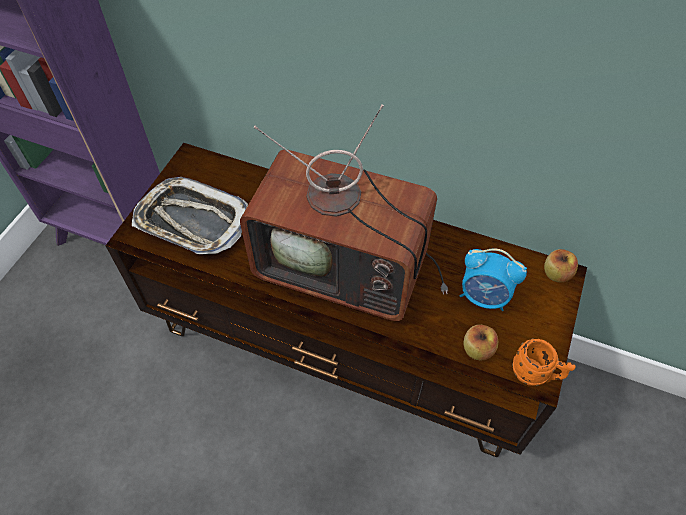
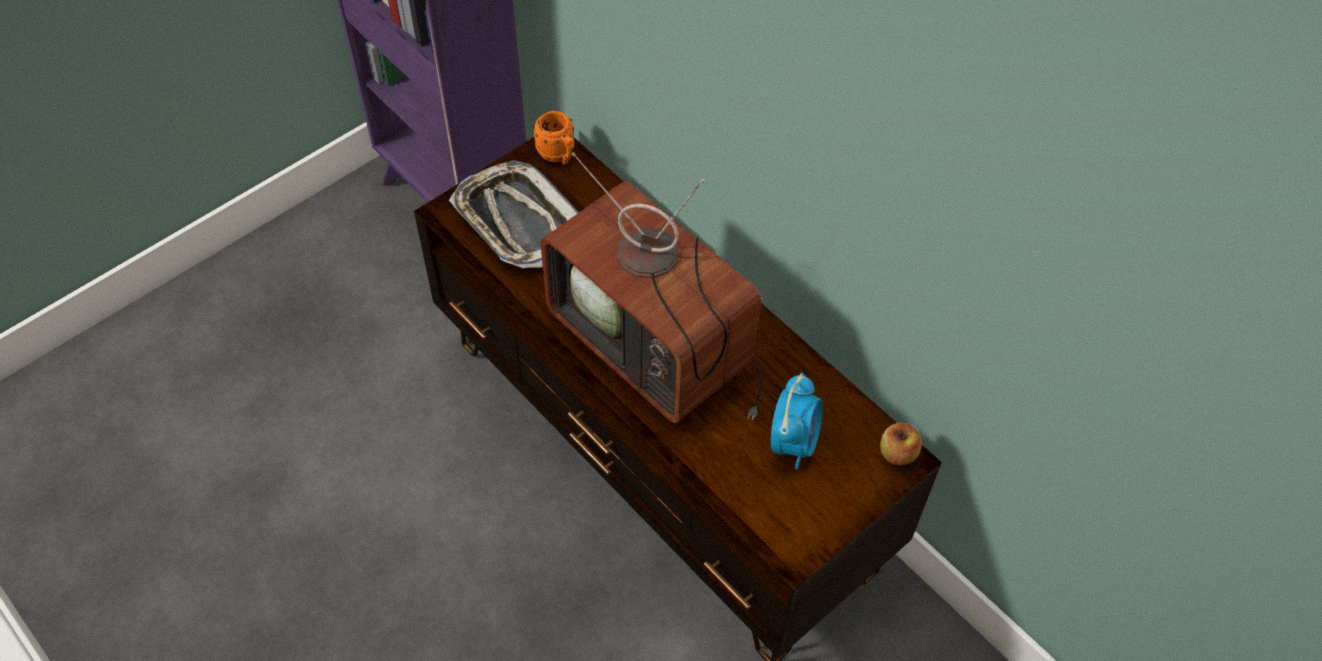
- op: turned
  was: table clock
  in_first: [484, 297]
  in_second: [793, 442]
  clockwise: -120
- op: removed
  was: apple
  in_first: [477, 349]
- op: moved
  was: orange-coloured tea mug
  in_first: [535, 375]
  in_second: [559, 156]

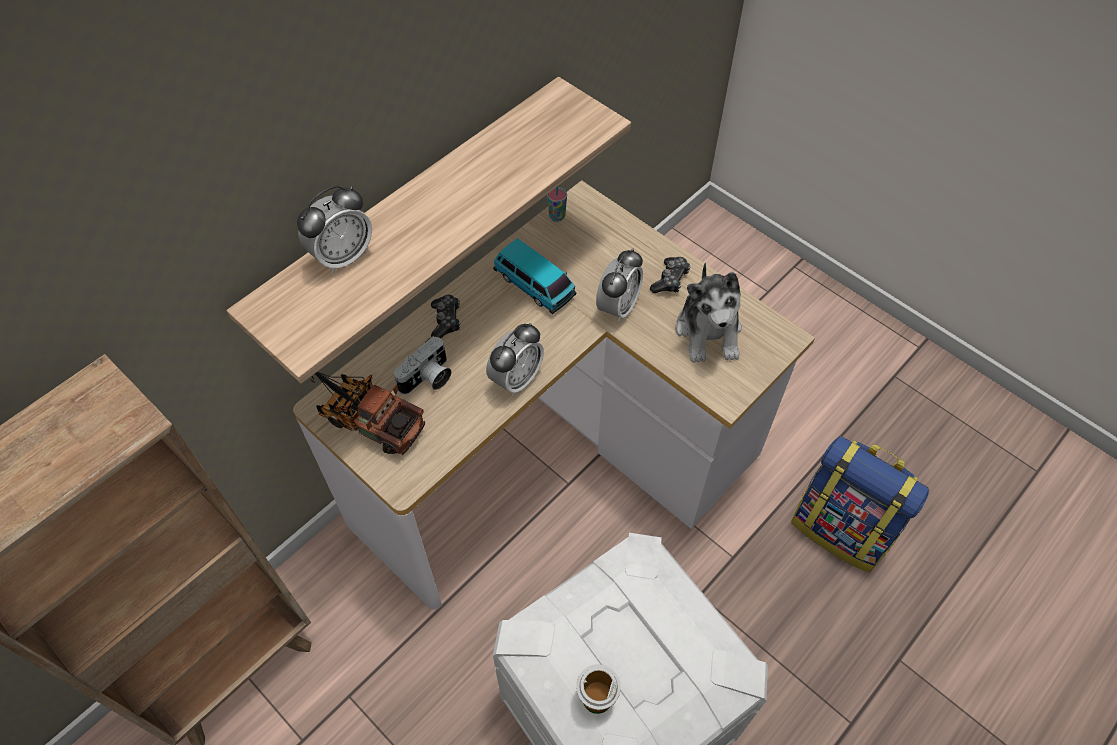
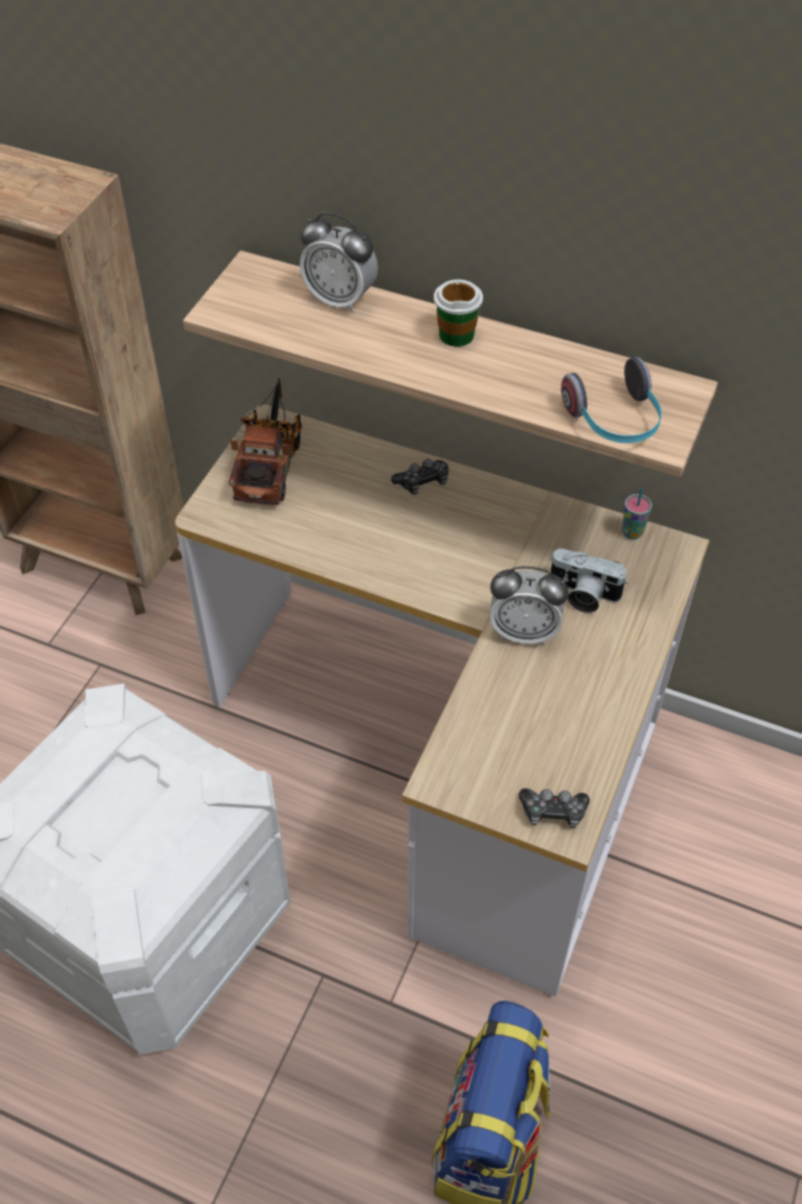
- op: moved
  was: still camera
  in_first: [428, 379]
  in_second: [582, 594]
- op: removed
  was: table clock
  in_first: [516, 379]
- op: removed
  was: model car
  in_first: [534, 285]
- op: moved
  was: cup
  in_first: [597, 697]
  in_second: [456, 335]
- op: moved
  was: joypad
  in_first: [670, 280]
  in_second: [553, 812]
- op: removed
  was: soft toy
  in_first: [709, 331]
- op: added
  now: headset
  in_second: [614, 421]

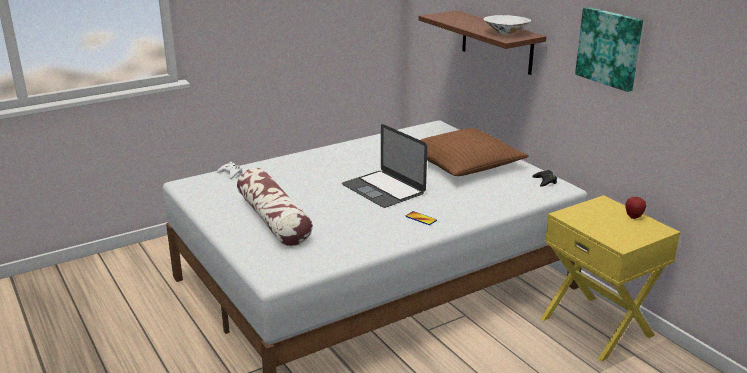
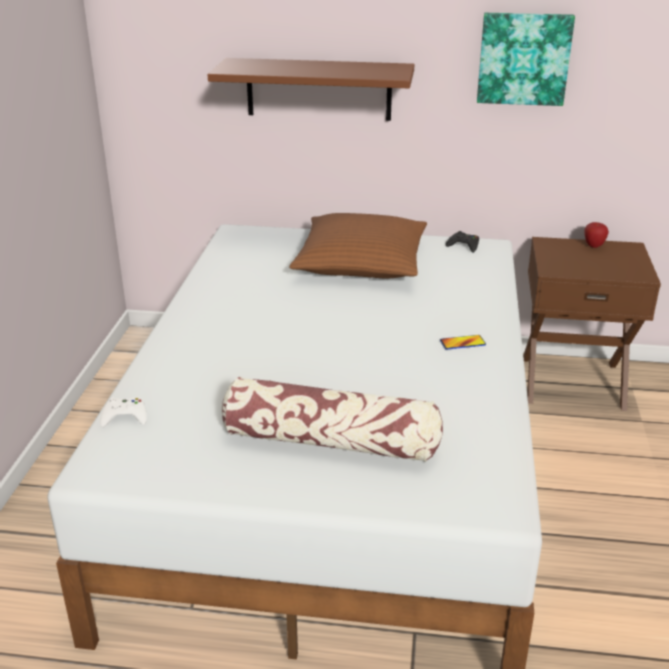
- op: removed
  was: laptop
  in_first: [383, 189]
- op: removed
  was: whitish bowl
  in_first: [506, 32]
- op: recoloured
  was: yellowish nightstand
  now: brown nightstand
  in_first: [597, 326]
  in_second: [572, 381]

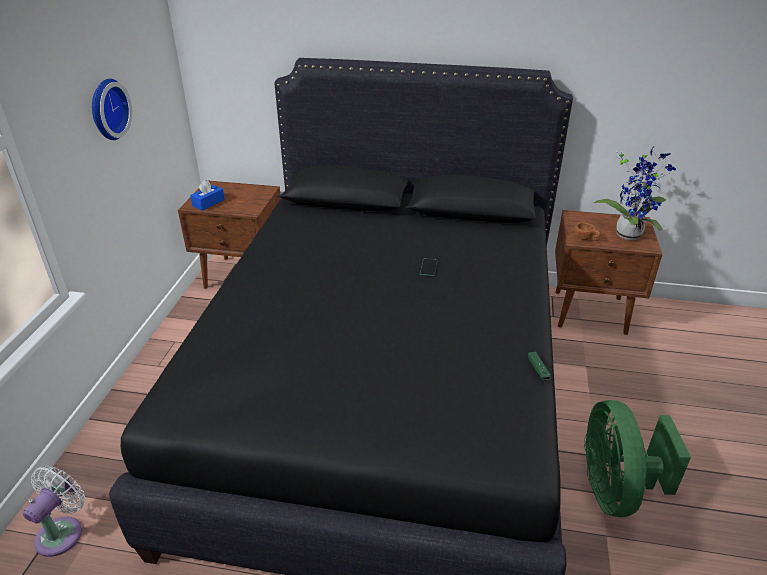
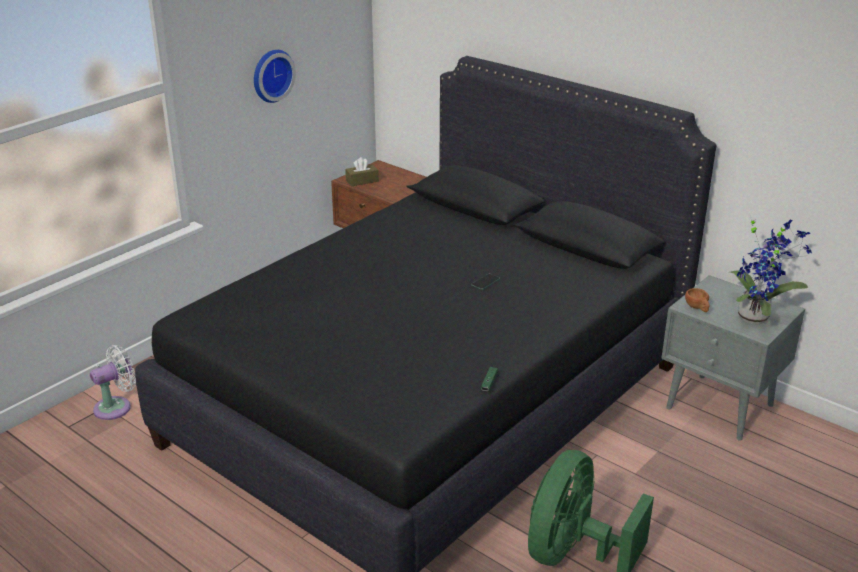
- op: recoloured
  was: blue tissue holder
  now: brown tissue holder
  in_first: [208, 203]
  in_second: [362, 181]
- op: recoloured
  was: brown nightstand
  now: greyish nightstand
  in_first: [591, 312]
  in_second: [720, 407]

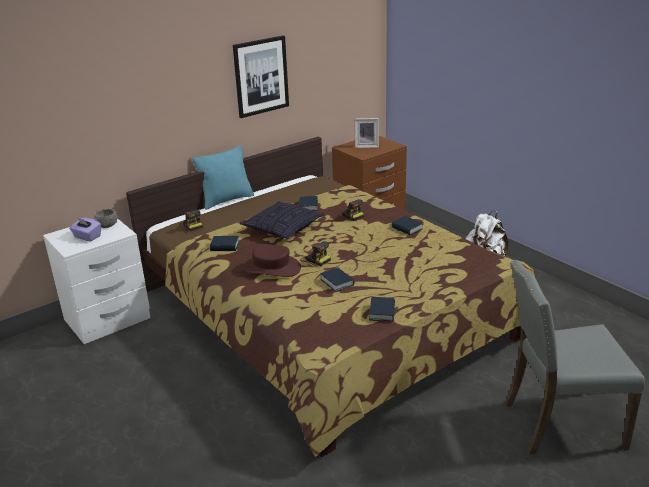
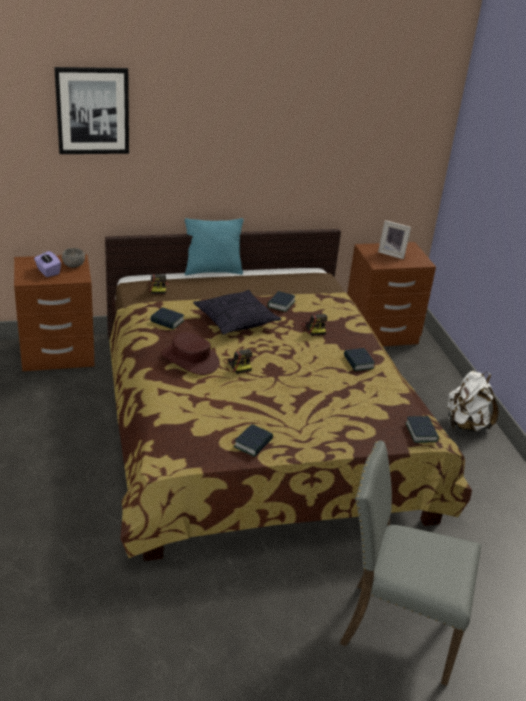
- op: recoloured
  was: whitish nightstand
  now: brown nightstand
  in_first: [108, 319]
  in_second: [57, 354]
- op: moved
  was: wall art
  in_first: [261, 76]
  in_second: [92, 111]
- op: moved
  was: bound book
  in_first: [337, 282]
  in_second: [421, 432]

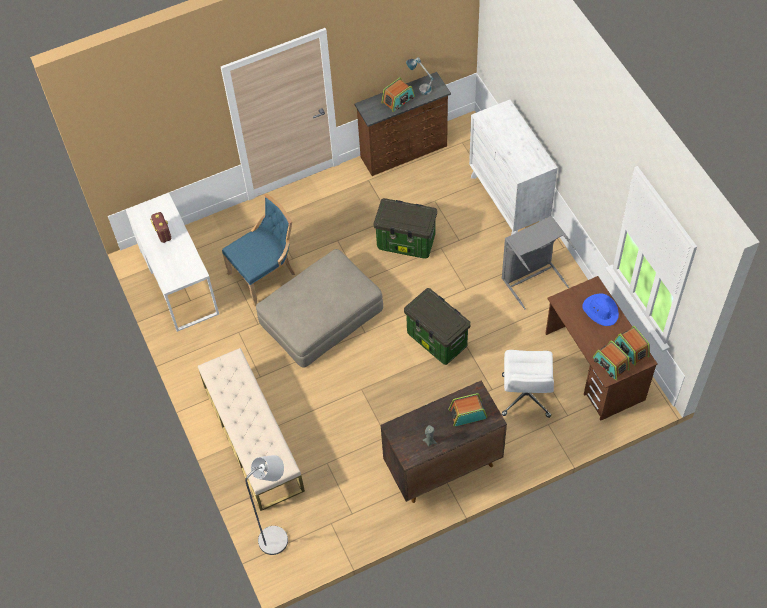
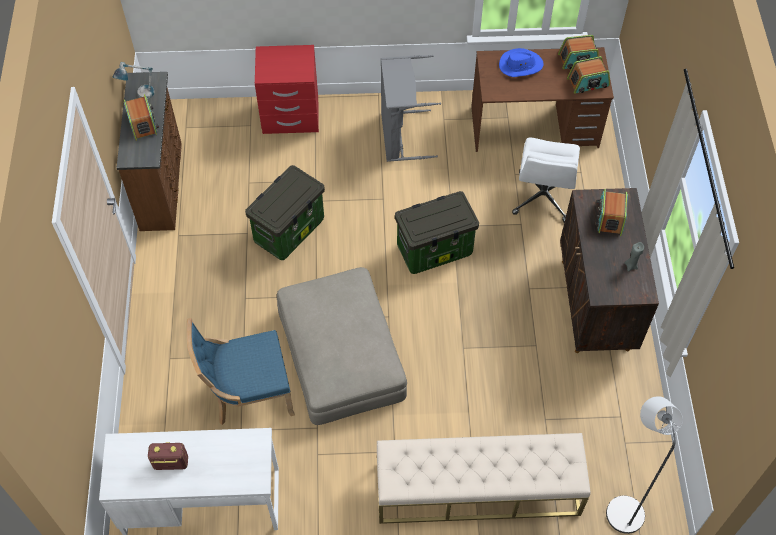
- op: turned
  was: blue upright chair
  in_first: [265, 274]
  in_second: [248, 394]
  clockwise: -90
- op: replaced
  was: whitish dresser
  now: reddish nightstand
  in_first: [508, 200]
  in_second: [290, 117]
- op: turned
  was: whitish computer chair
  in_first: [526, 396]
  in_second: [543, 197]
  clockwise: 75

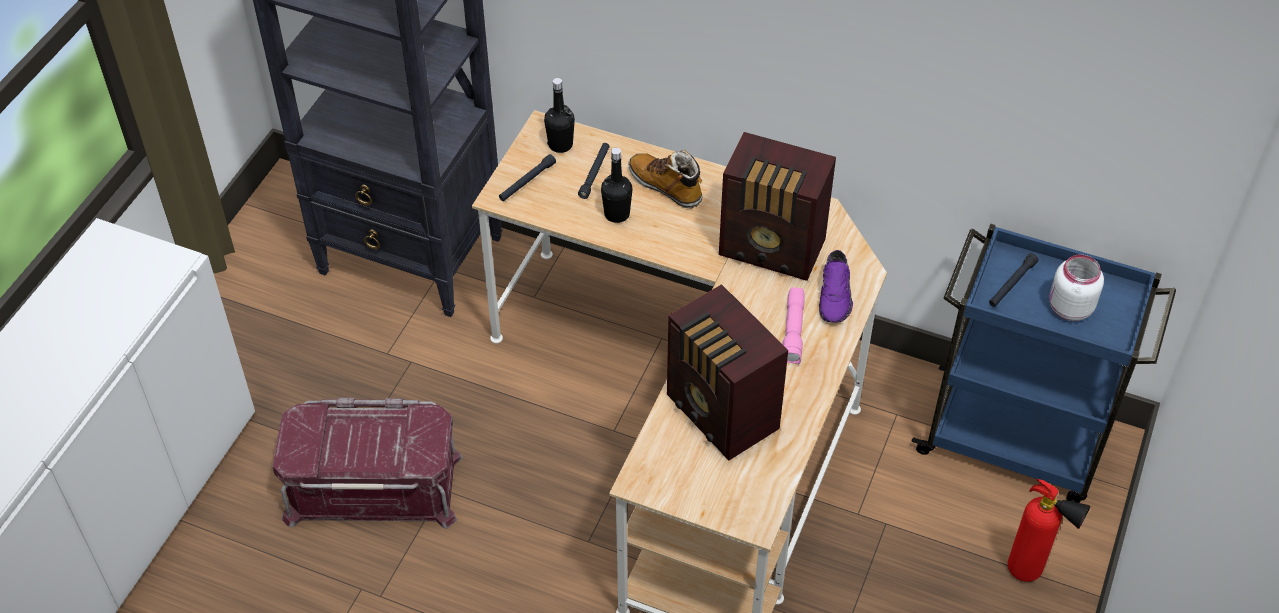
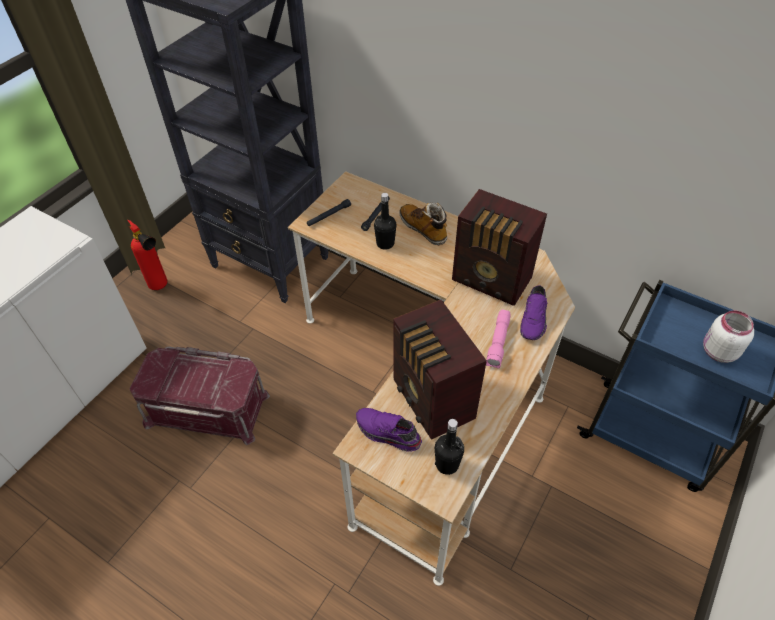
- op: moved
  was: blackish drink bottle
  in_first: [560, 145]
  in_second: [447, 464]
- op: removed
  was: blackish torch
  in_first: [1012, 284]
- op: moved
  was: fire-fighting cylinder
  in_first: [1032, 573]
  in_second: [161, 287]
- op: added
  now: purplish item of footwear
  in_second: [387, 433]

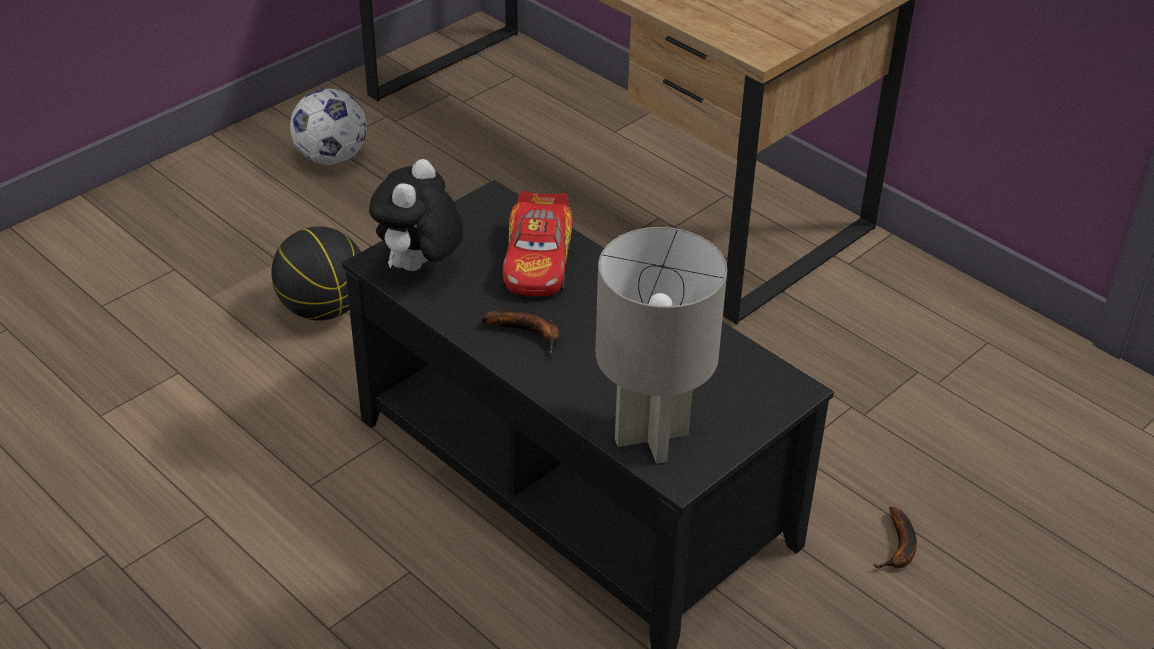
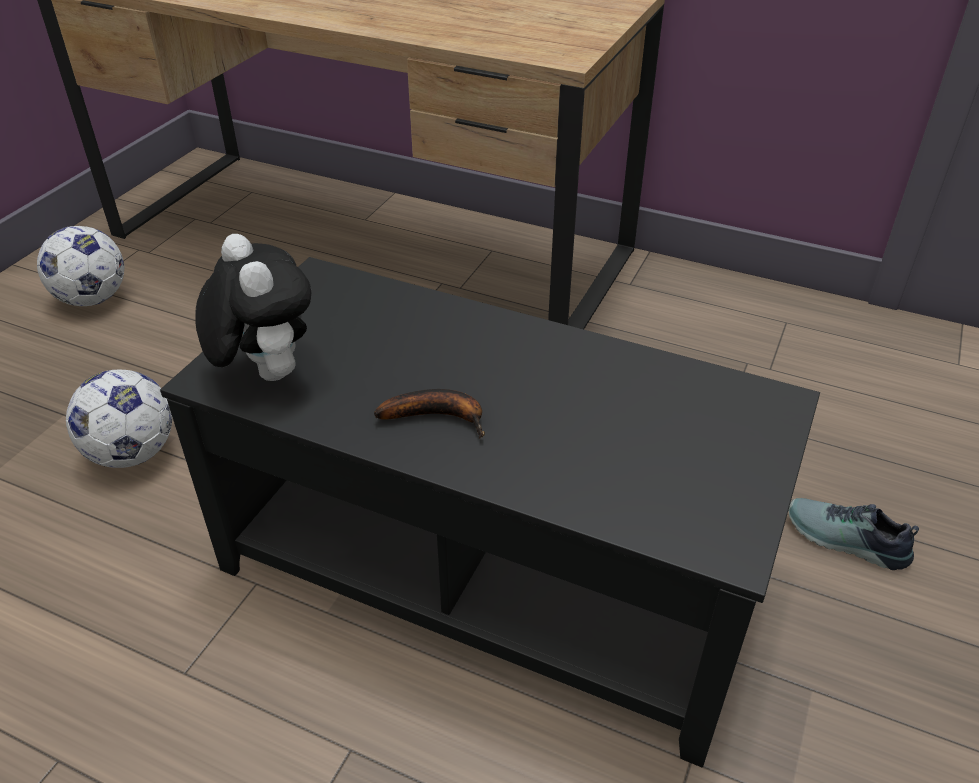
- op: replaced
  was: basketball ball
  now: football
  in_first: [324, 308]
  in_second: [133, 453]
- op: turned
  was: soft toy
  in_first: [419, 268]
  in_second: [264, 372]
  clockwise: 150
- op: removed
  was: model car
  in_first: [538, 260]
- op: removed
  was: greyish lamp for a table
  in_first: [652, 436]
- op: replaced
  was: banana fruit
  now: item of footwear
  in_first: [899, 548]
  in_second: [845, 541]

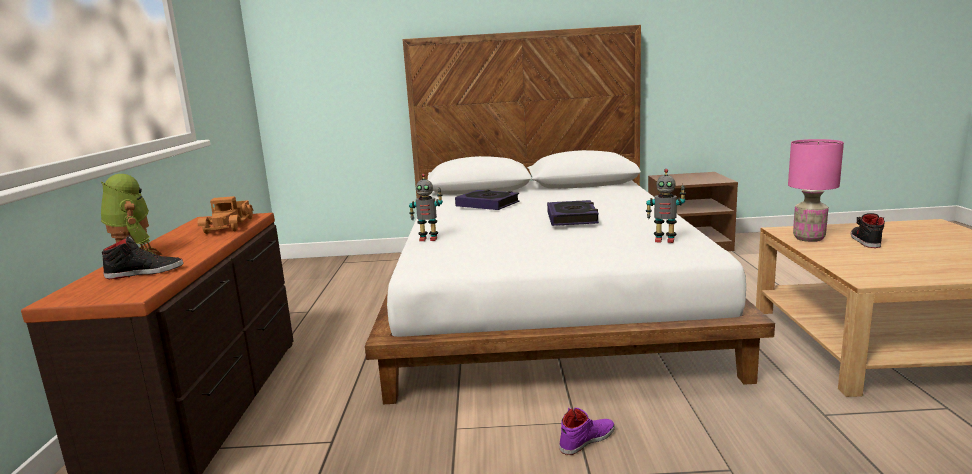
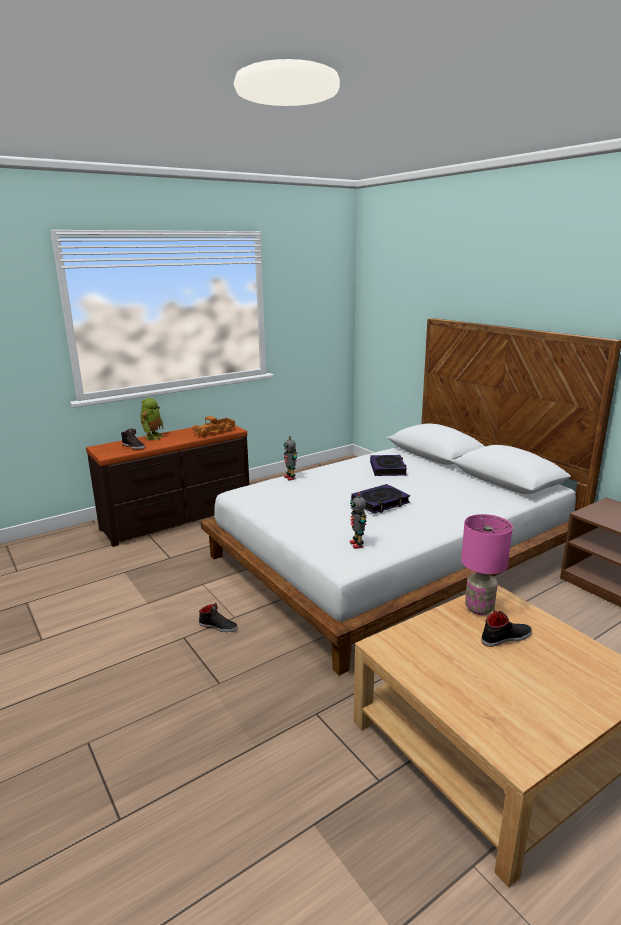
- op: recoloured
  was: purplish item of footwear
  now: blackish item of footwear
  in_first: [586, 439]
  in_second: [218, 626]

